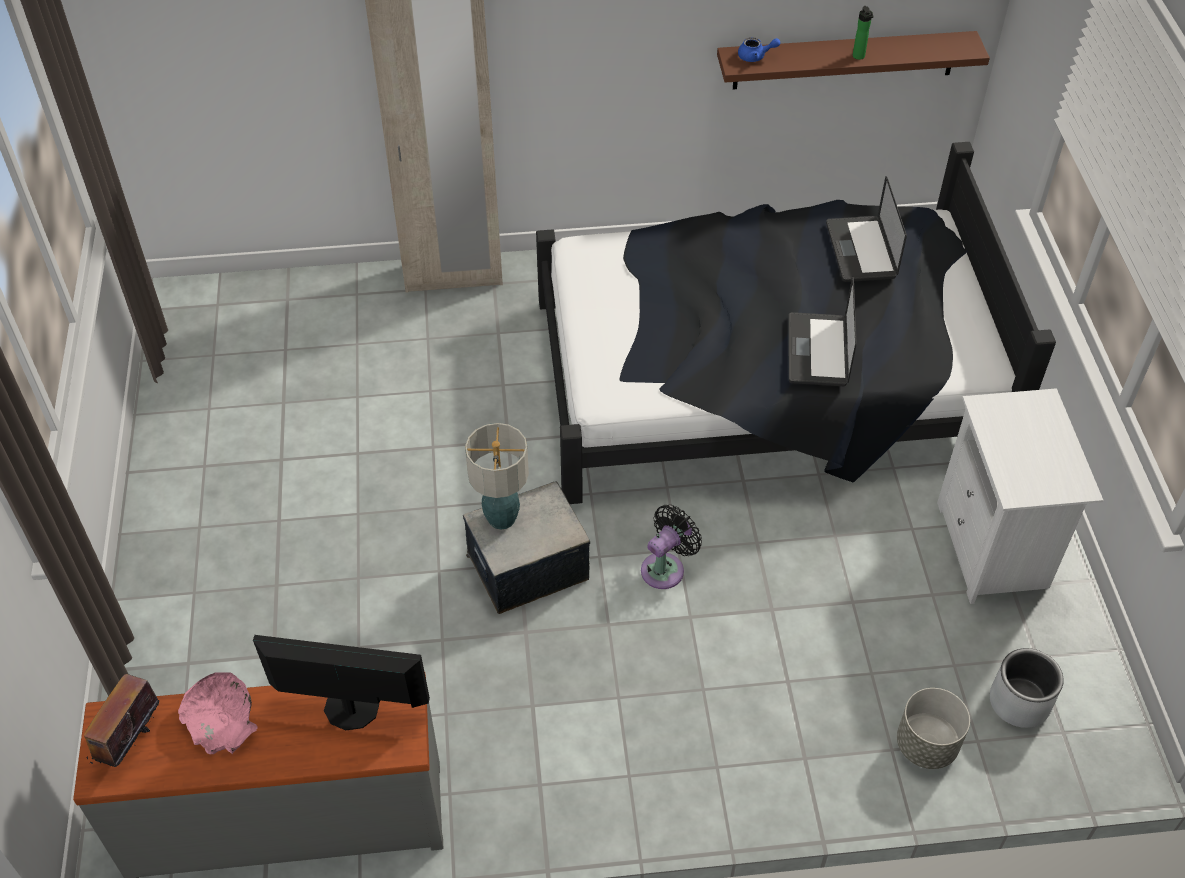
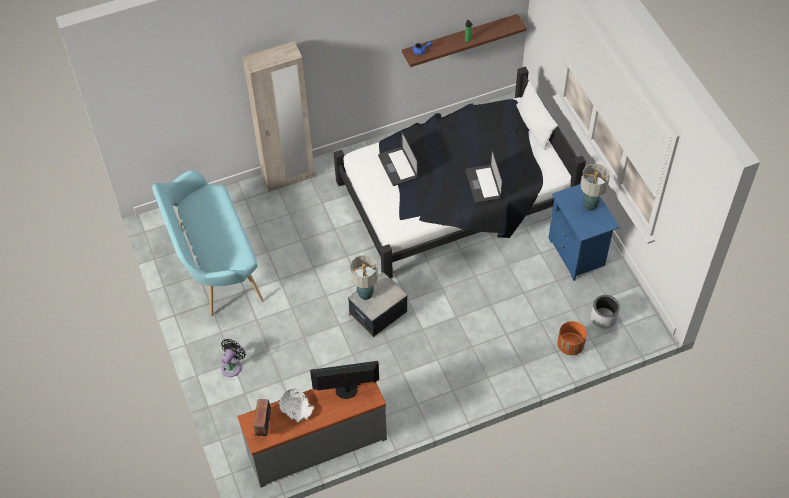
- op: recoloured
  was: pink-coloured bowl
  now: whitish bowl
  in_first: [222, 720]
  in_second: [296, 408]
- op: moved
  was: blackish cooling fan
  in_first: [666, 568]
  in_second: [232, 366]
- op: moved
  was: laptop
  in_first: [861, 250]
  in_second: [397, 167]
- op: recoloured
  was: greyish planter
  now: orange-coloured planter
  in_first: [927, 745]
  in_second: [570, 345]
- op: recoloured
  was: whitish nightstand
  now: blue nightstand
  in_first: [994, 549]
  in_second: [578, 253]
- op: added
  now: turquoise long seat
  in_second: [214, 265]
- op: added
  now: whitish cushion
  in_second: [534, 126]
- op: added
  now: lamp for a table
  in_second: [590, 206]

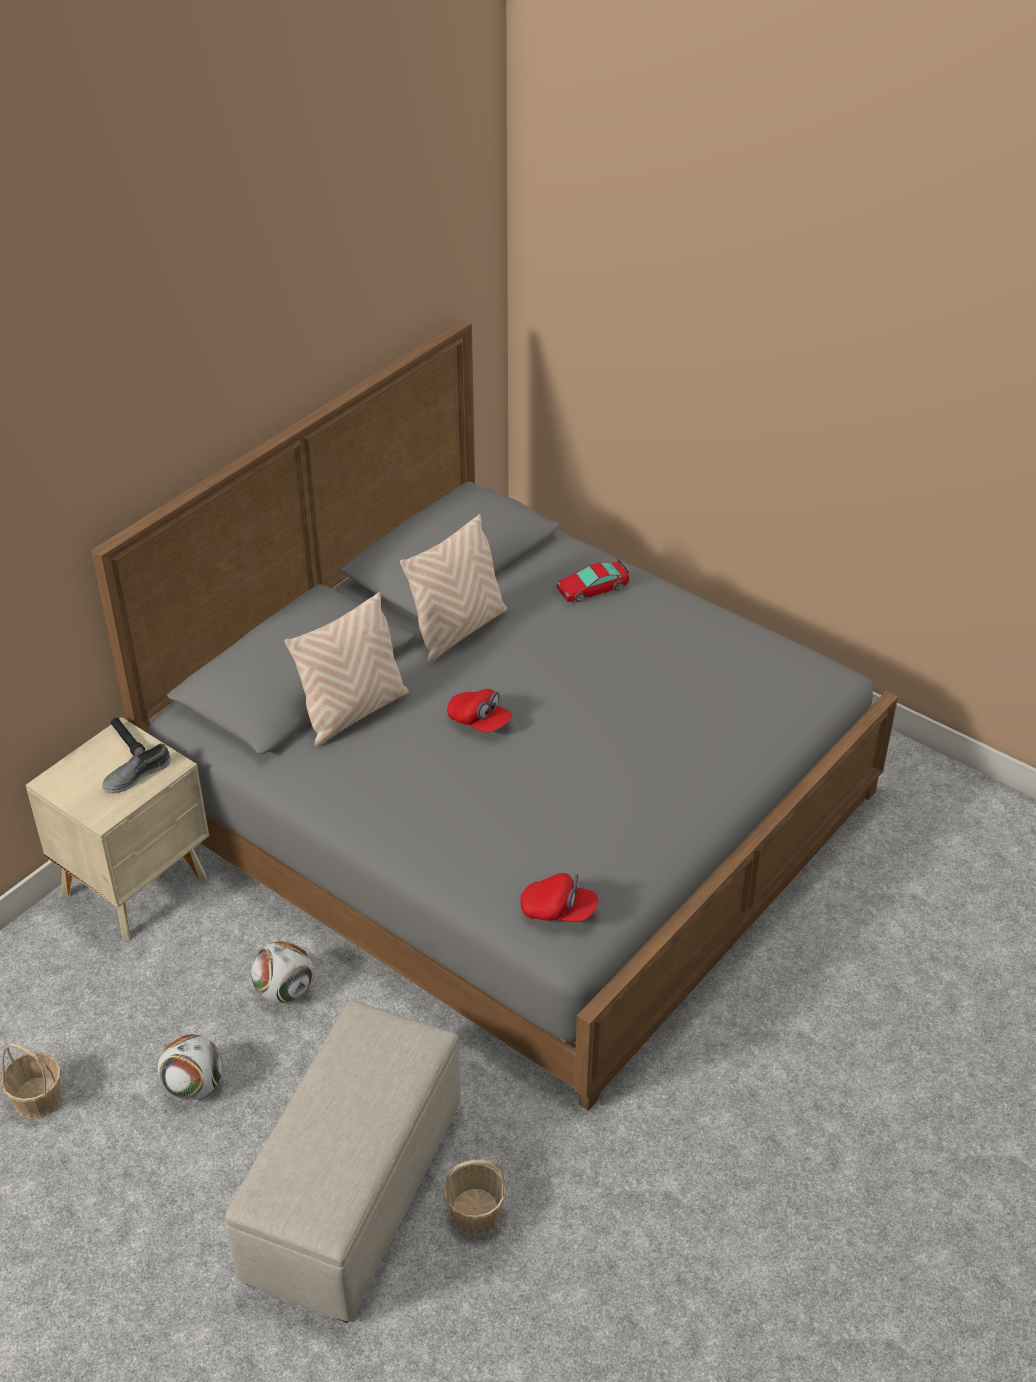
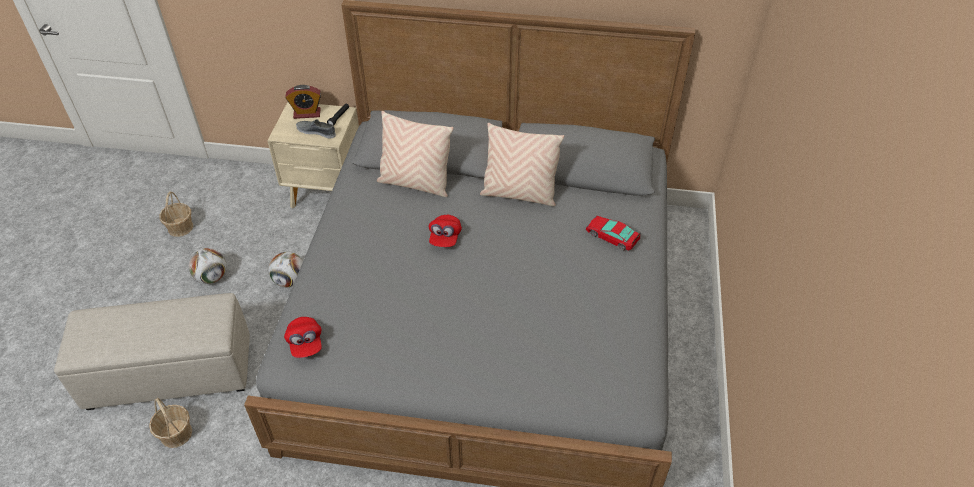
- op: added
  now: table clock
  in_second: [307, 113]

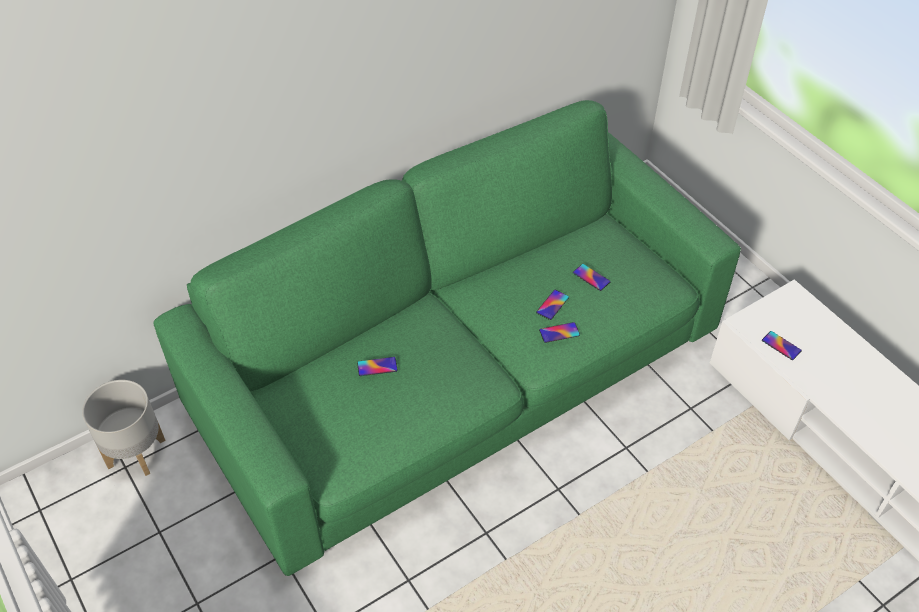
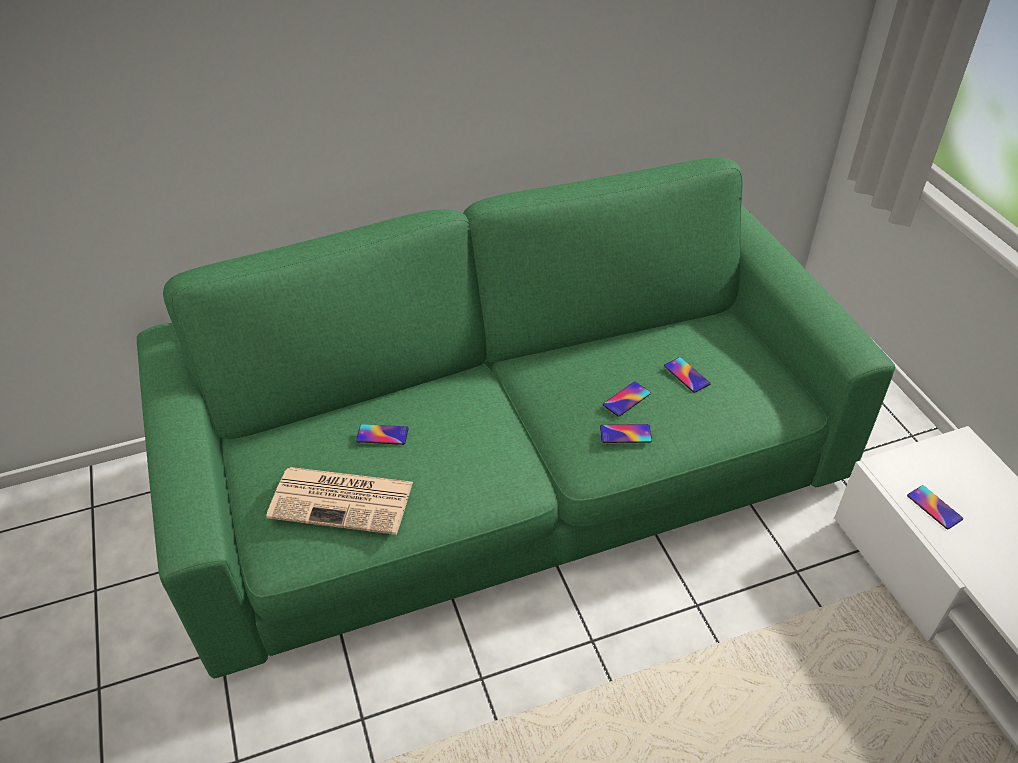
- op: removed
  was: greyish planter
  in_first: [136, 452]
- op: added
  now: printed paper
  in_second: [343, 500]

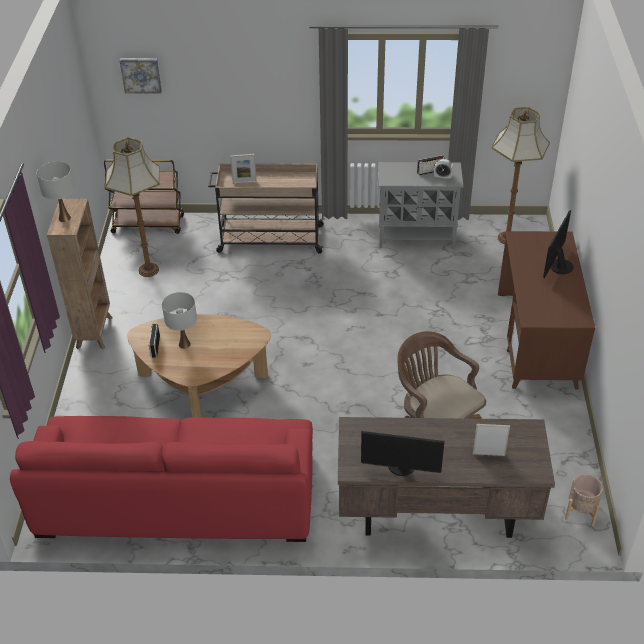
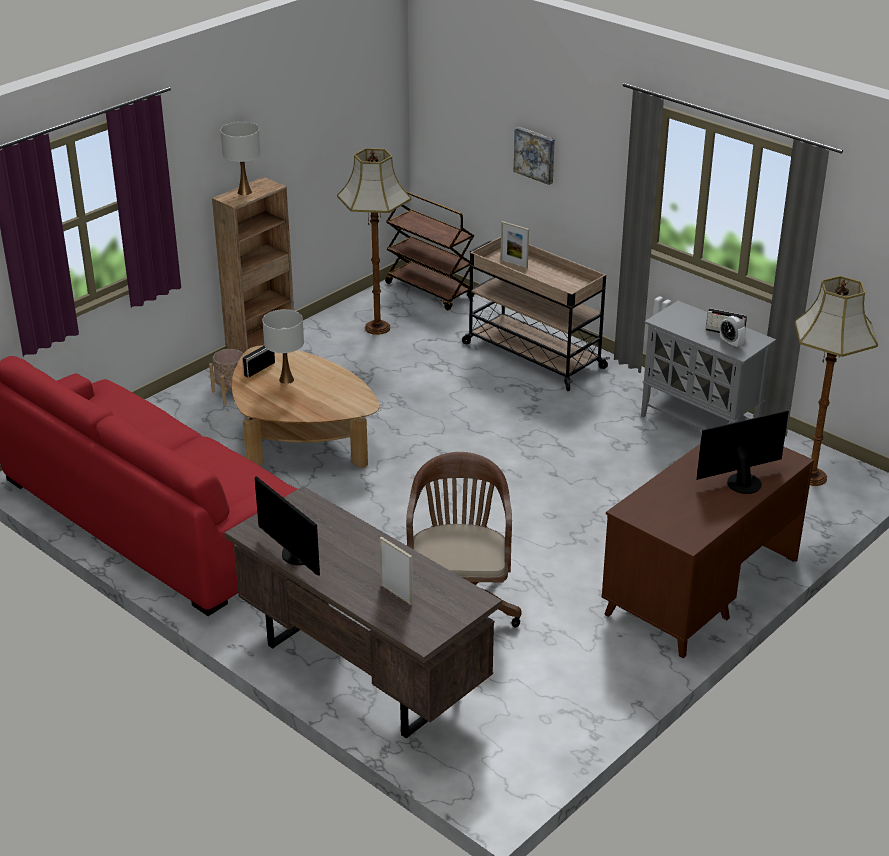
- op: moved
  was: wall art
  in_first: [141, 74]
  in_second: [535, 154]
- op: moved
  was: beige planter
  in_first: [581, 511]
  in_second: [231, 394]

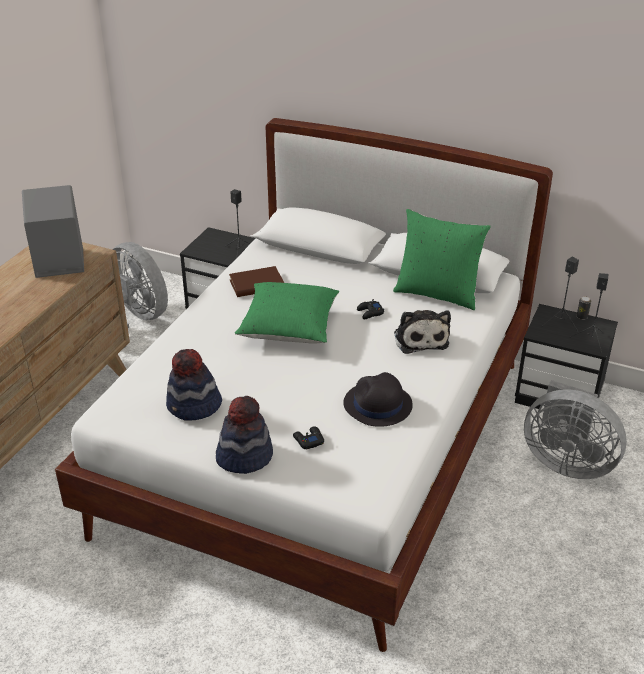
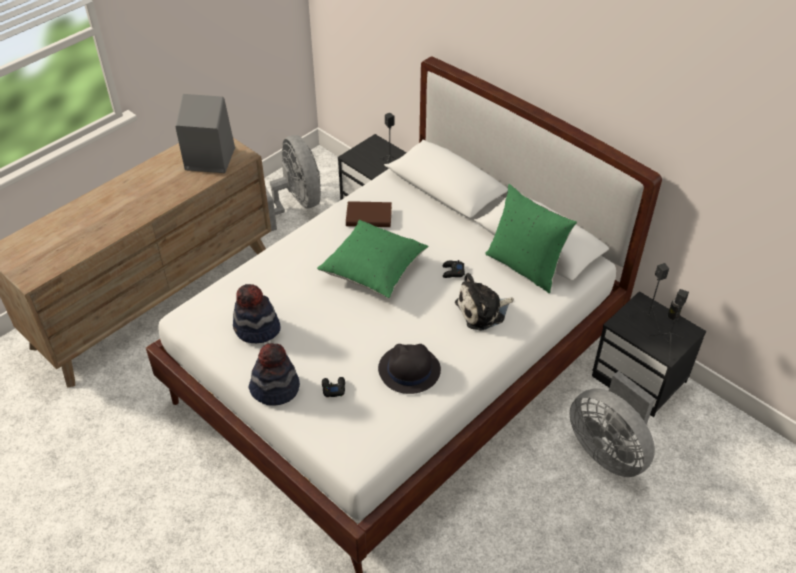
- op: turned
  was: soft toy
  in_first: [420, 338]
  in_second: [483, 311]
  clockwise: 60

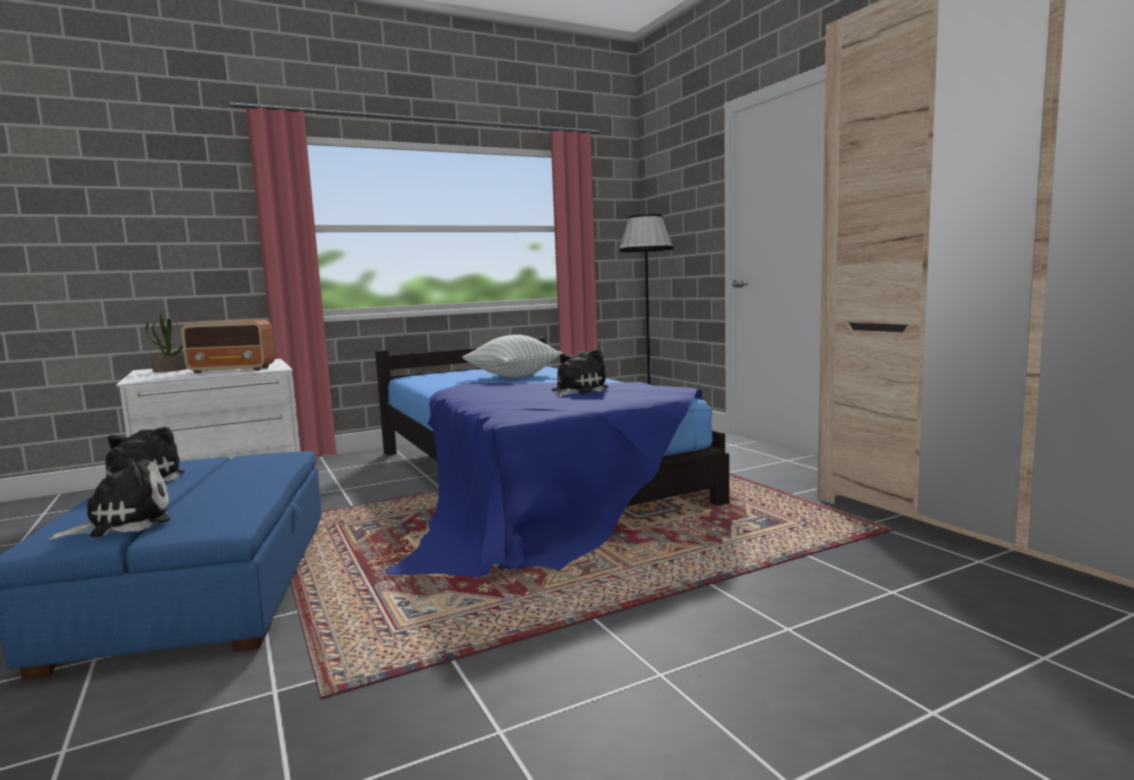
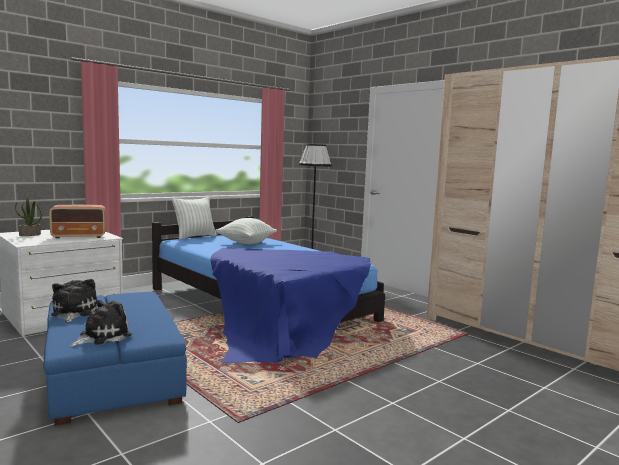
- op: removed
  was: soft toy
  in_first: [576, 391]
- op: added
  now: cushion
  in_second: [195, 237]

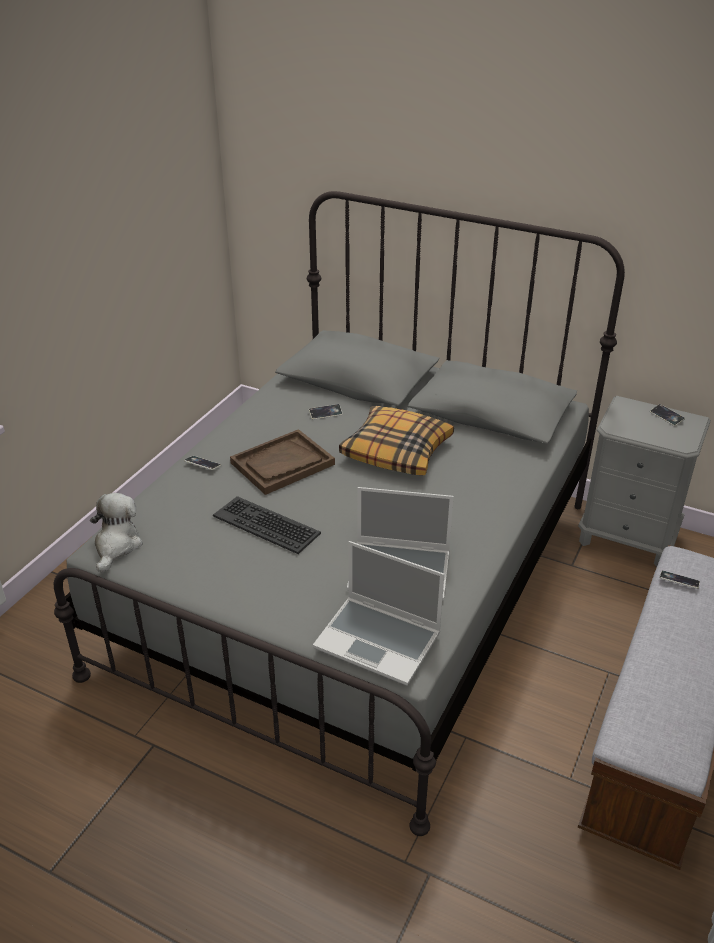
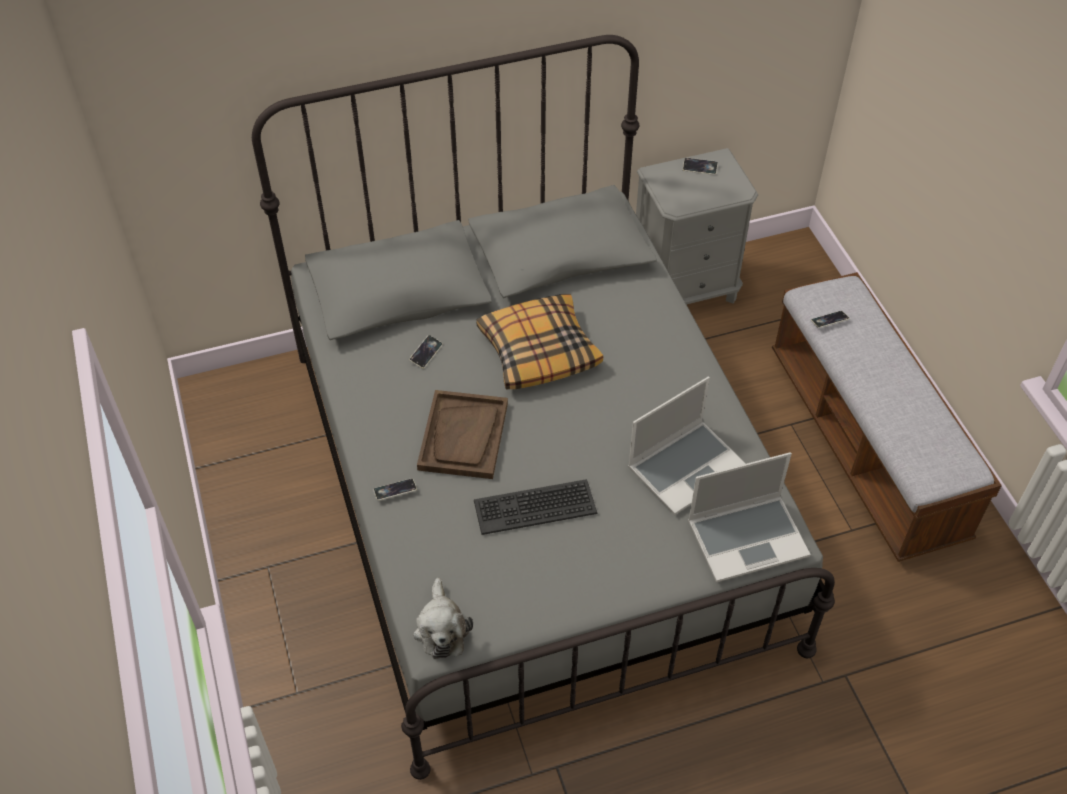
- op: turned
  was: soft toy
  in_first: [117, 545]
  in_second: [441, 628]
  clockwise: -150

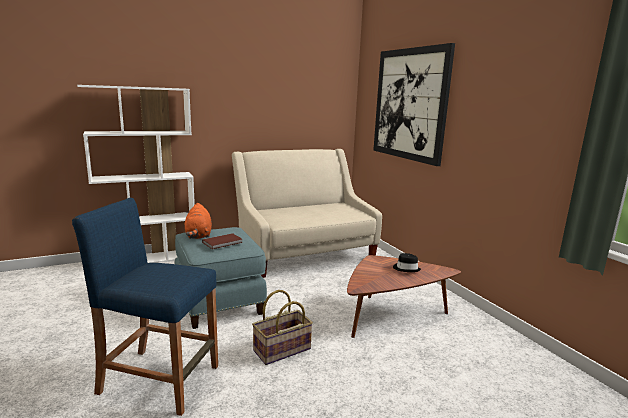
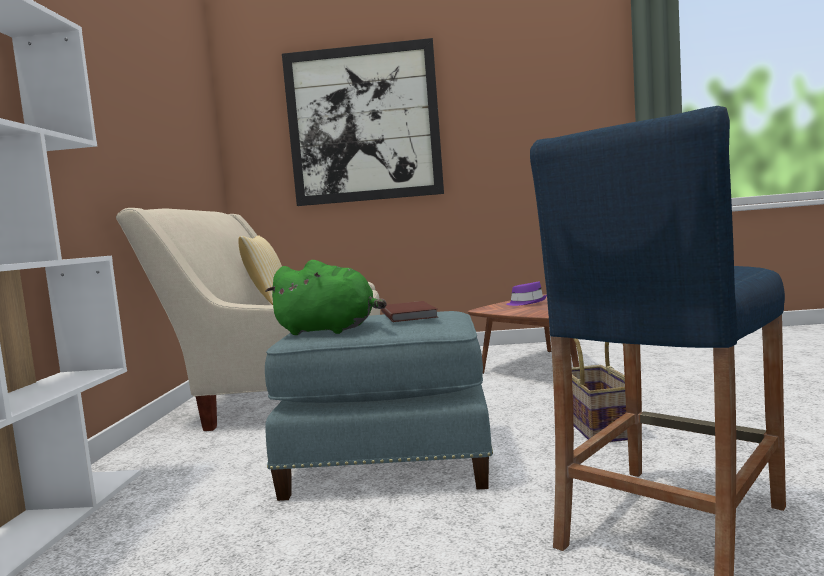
- op: recoloured
  was: orange-coloured soft toy
  now: green-coloured soft toy
  in_first: [198, 235]
  in_second: [329, 331]
- op: recoloured
  was: blackish wearable hat
  now: purplish wearable hat
  in_first: [406, 268]
  in_second: [527, 303]
- op: added
  now: cushion
  in_second: [268, 302]

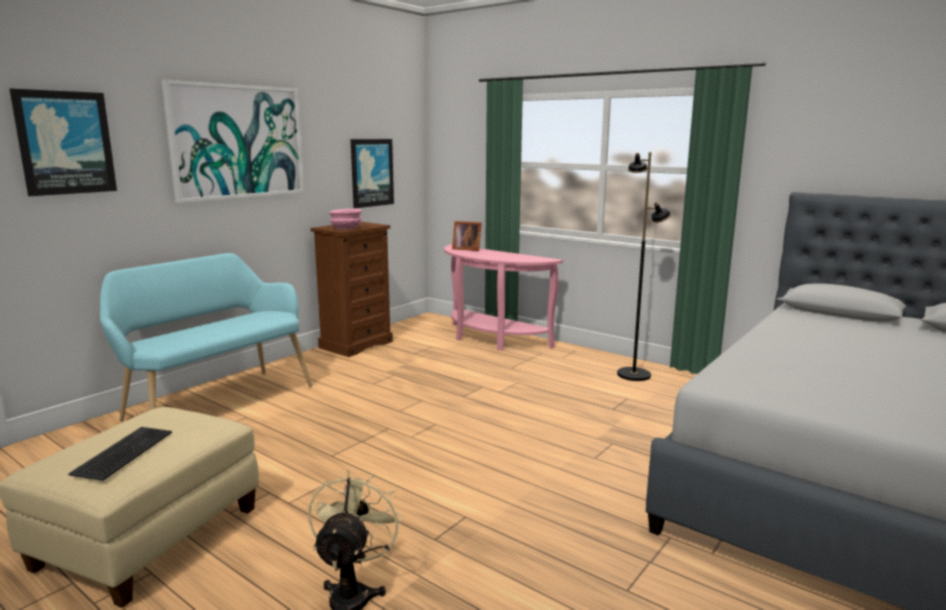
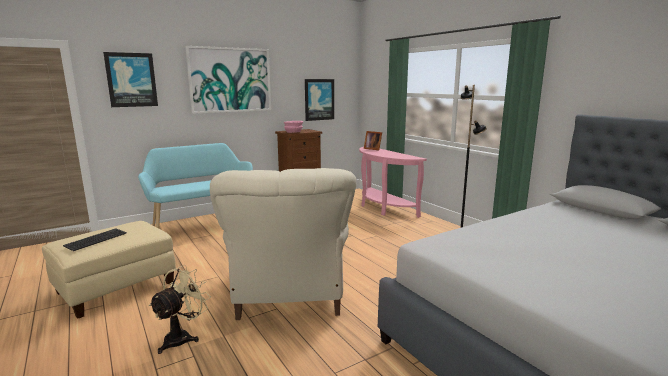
- op: added
  now: beige armchair
  in_second: [289, 293]

